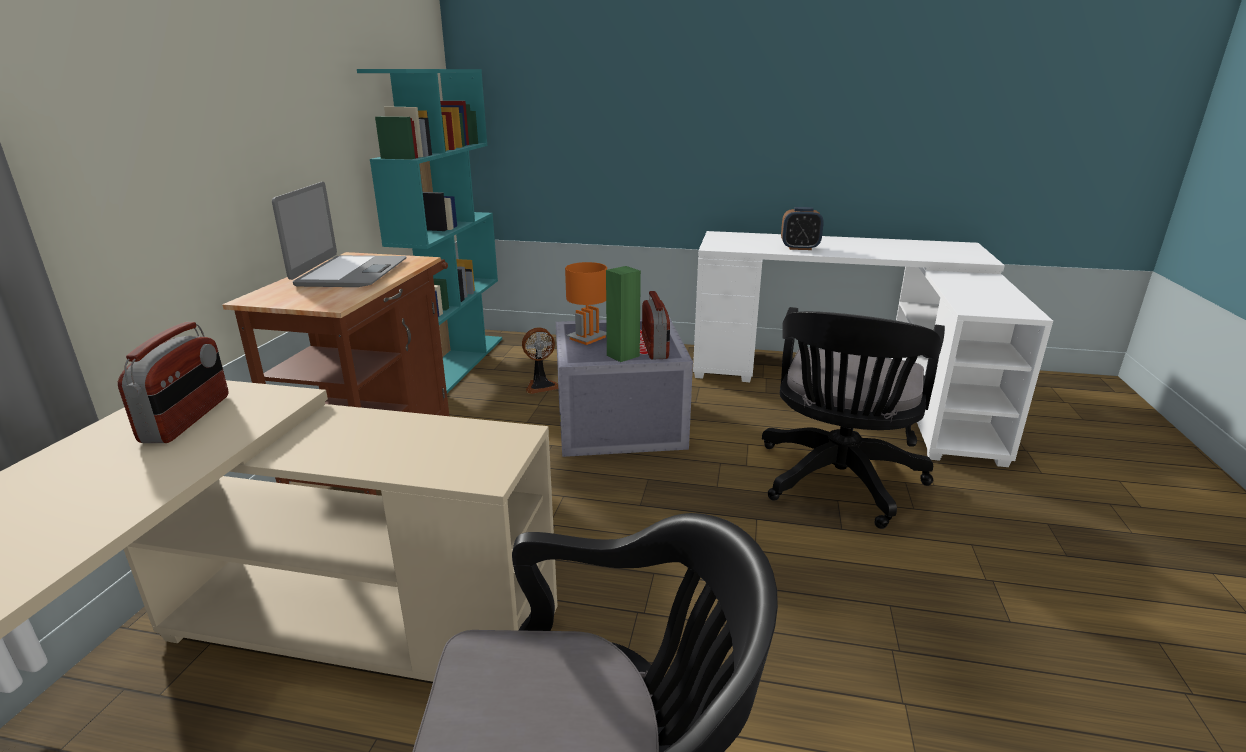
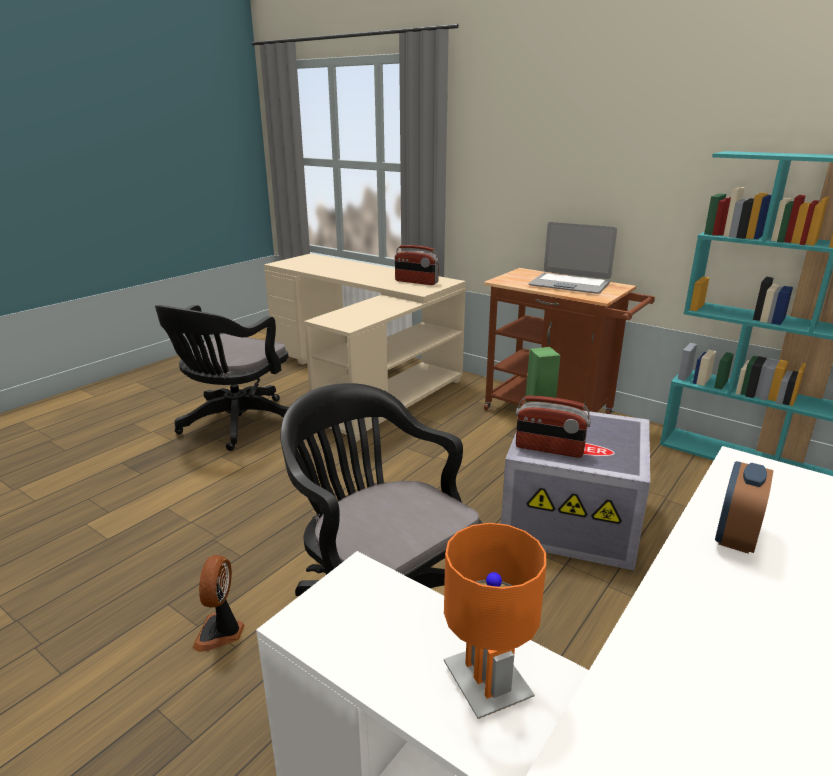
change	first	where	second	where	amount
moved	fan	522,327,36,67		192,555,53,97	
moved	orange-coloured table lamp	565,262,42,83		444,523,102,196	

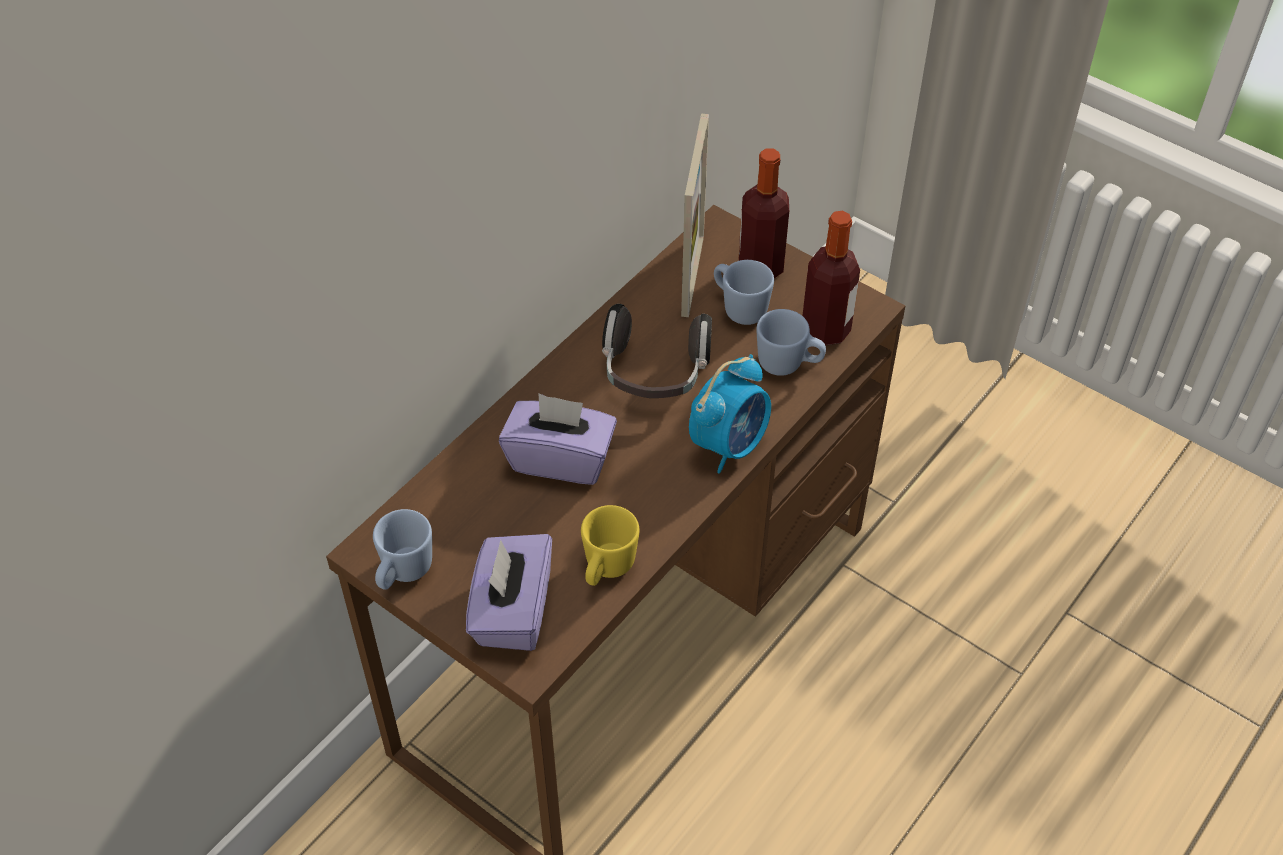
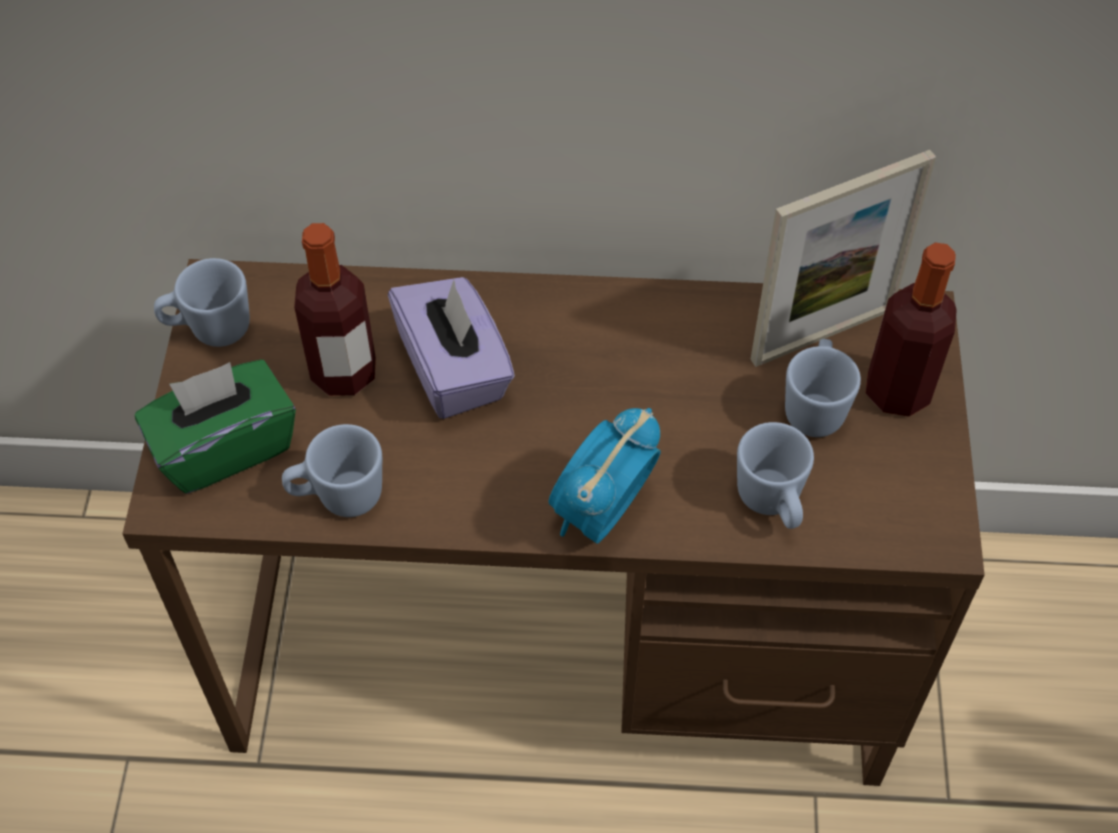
change	first	where	second	where	amount
recoloured	purple-coloured tissue box	466,534,86,117	greenish tissue box	135,360,161,133	
recoloured	yellowish mug	581,505,59,81	blue-coloured mug	282,424,100,93	
removed	pair of headphones	602,304,110,94			
turned	table clock	689,354,82,120		549,408,112,136	120 degrees clockwise
moved	drink bottle	802,211,58,135		294,223,82,173	

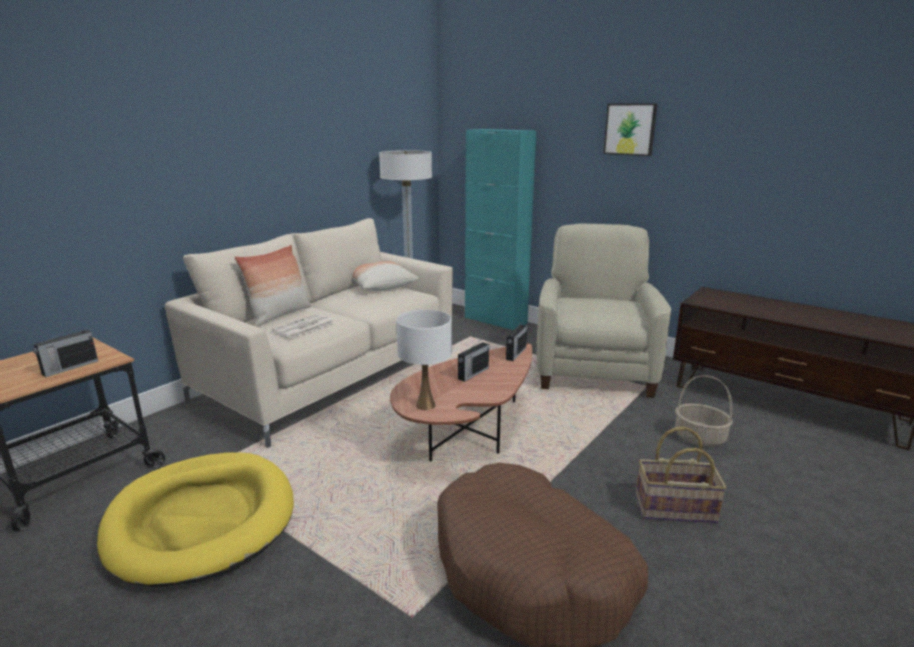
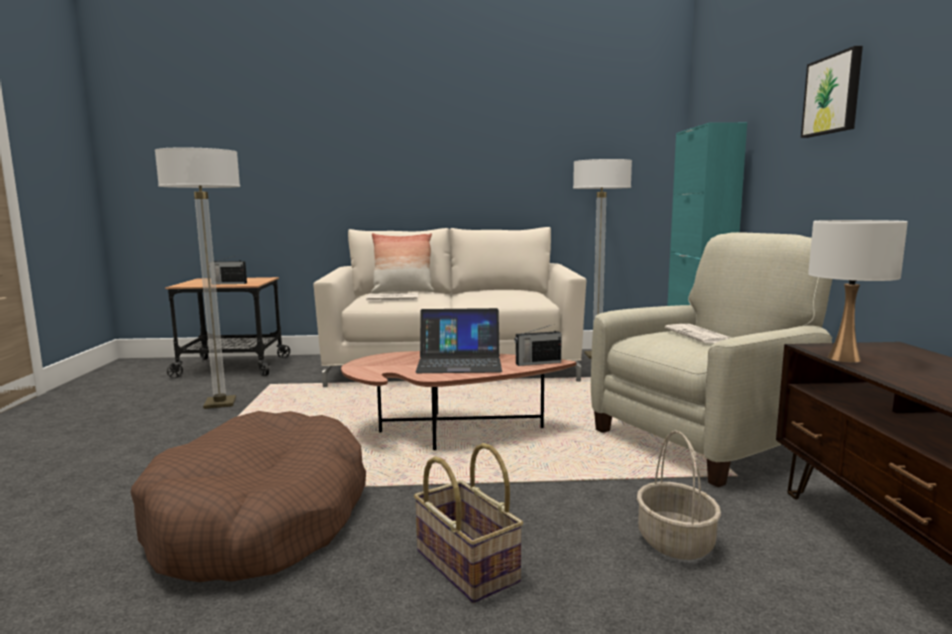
change	first	where	second	where	amount
replaced	yellowish dog cushion	97,452,197,135	standard lamp	155,147,85,262	
removed	cushion	353,261,66,30			
moved	white-coloured table lamp	396,310,56,100		808,220,100,143	
replaced	radio set	458,341,31,41	notebook computer	415,308,87,65	
added			newspaper	665,324,66,19	

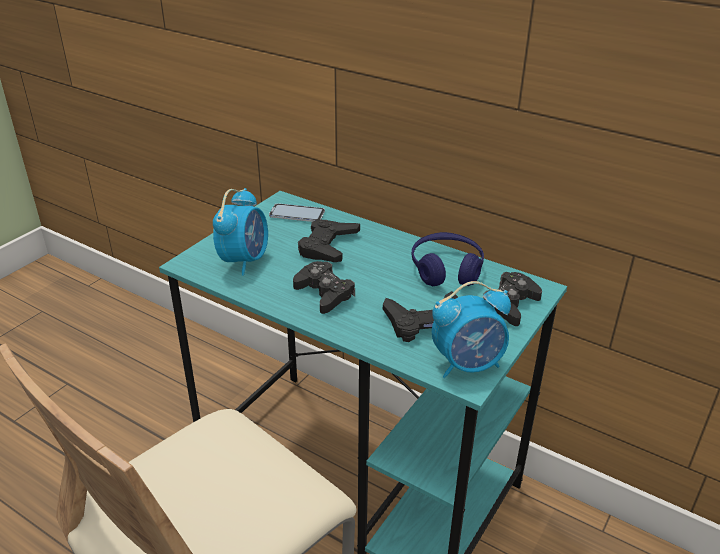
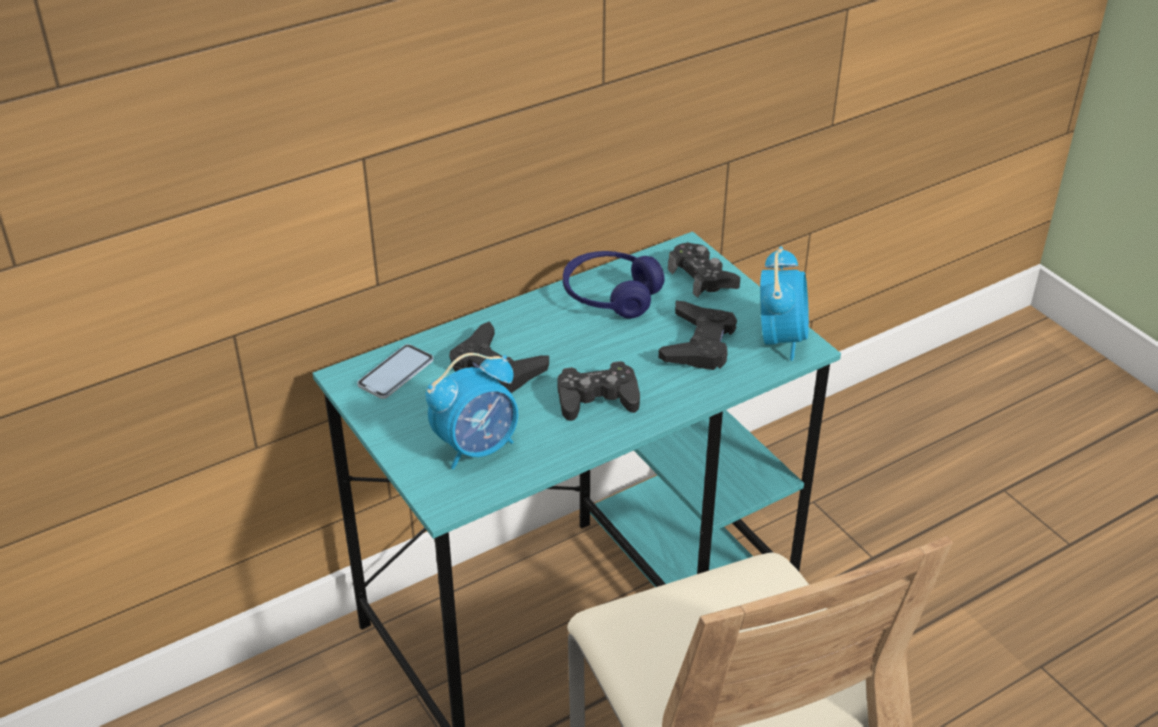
change	first	where	second	where	amount
turned	table clock	213,188,55,88		426,353,92,116	105 degrees clockwise

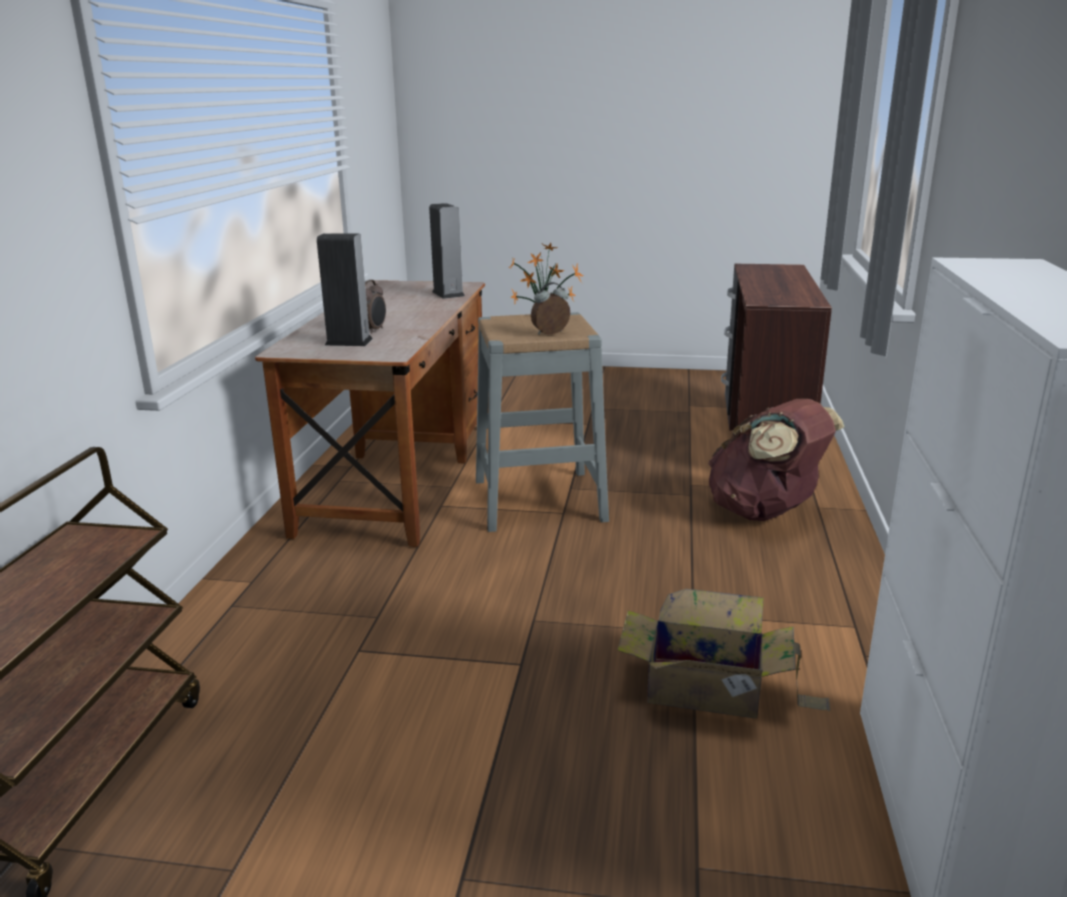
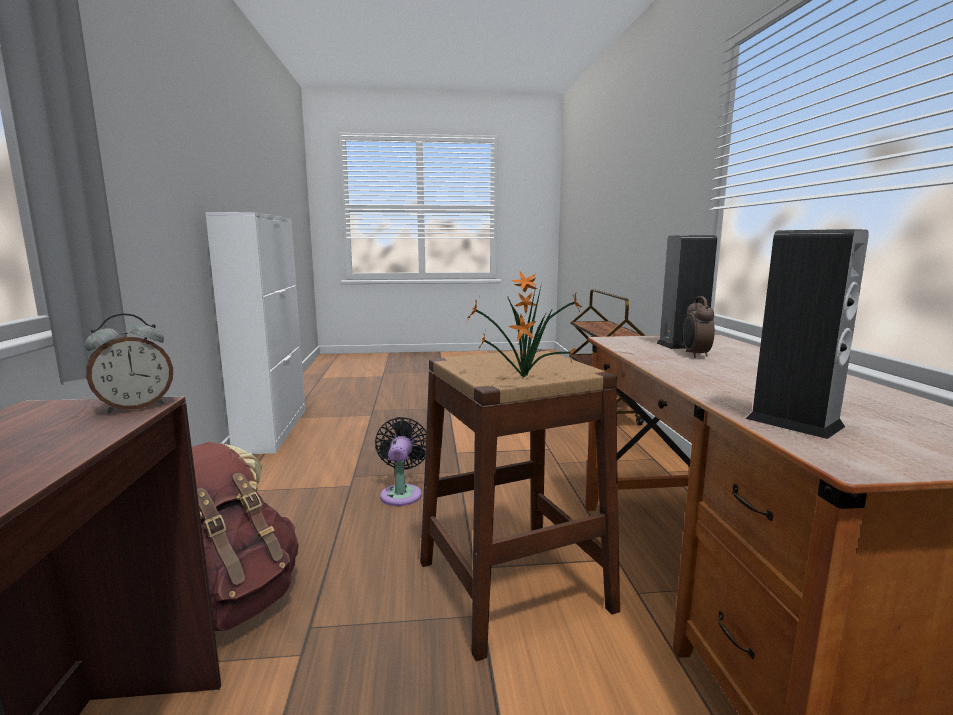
change	first	where	second	where	amount
recoloured	grey sitting stool	476,312,133,220	brown sitting stool	420,349,200,312	
moved	table clock	531,282,39,52		85,314,88,99	
removed	cardboard box	617,589,213,130			
added			black-coloured fan	375,417,51,89	

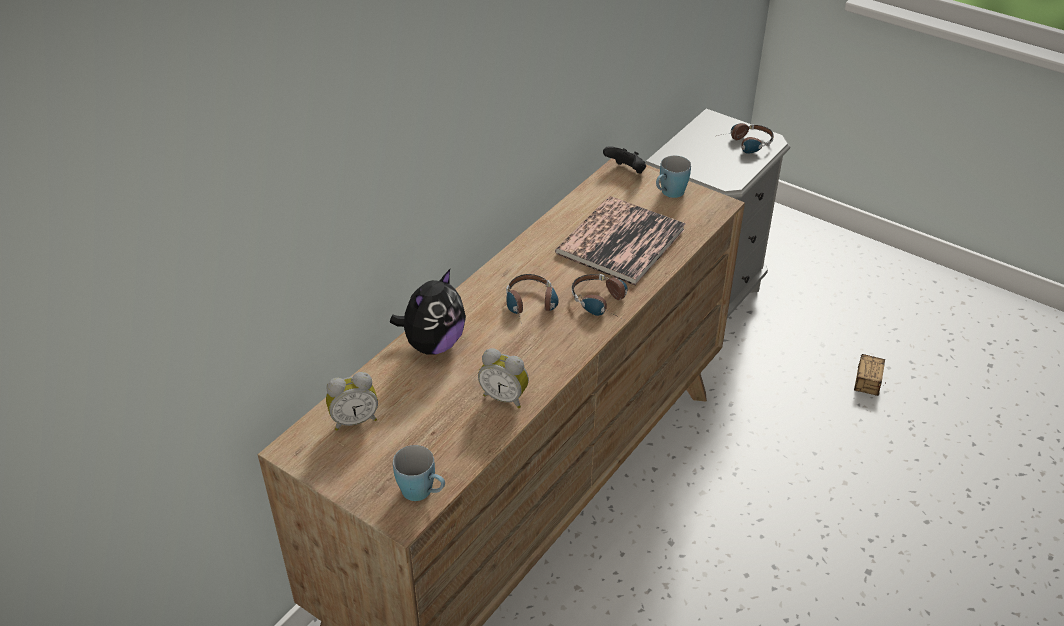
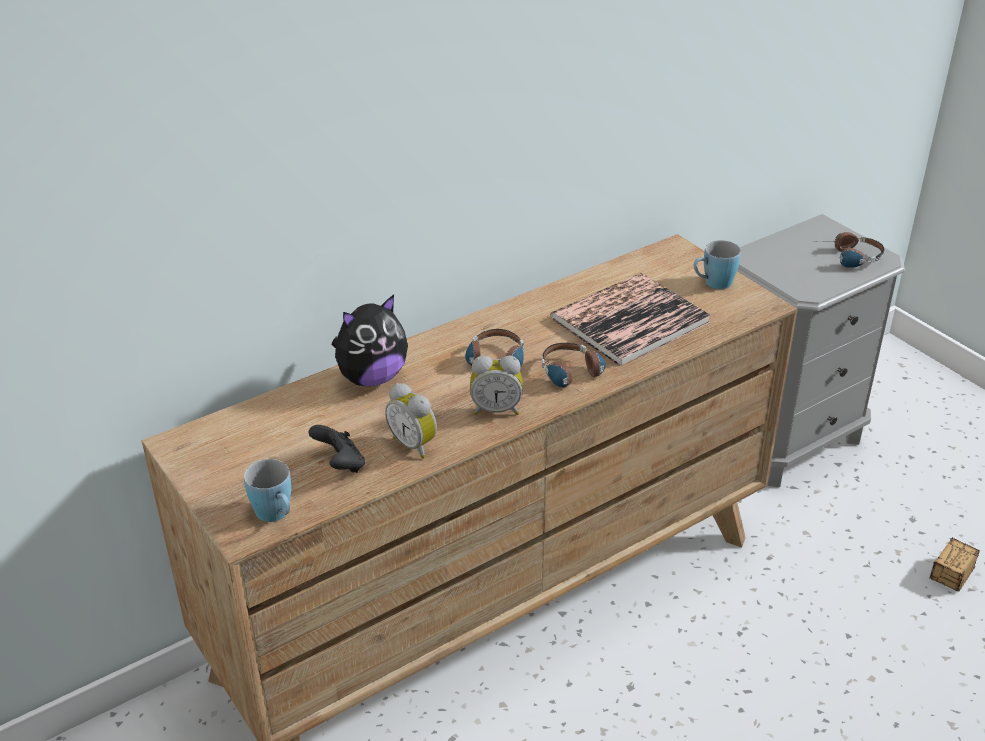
change	first	where	second	where	amount
moved	table clock	326,372,52,59		470,356,53,59	
moved	black-coloured gamepad	603,146,43,27		308,425,57,48	

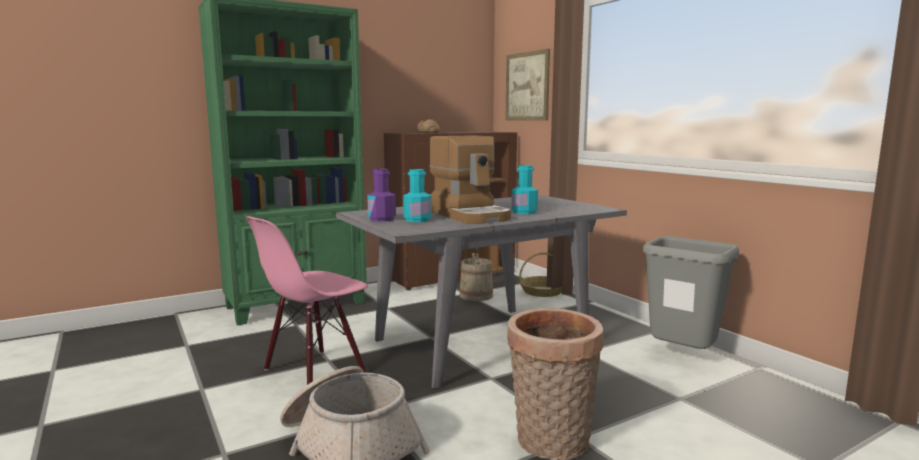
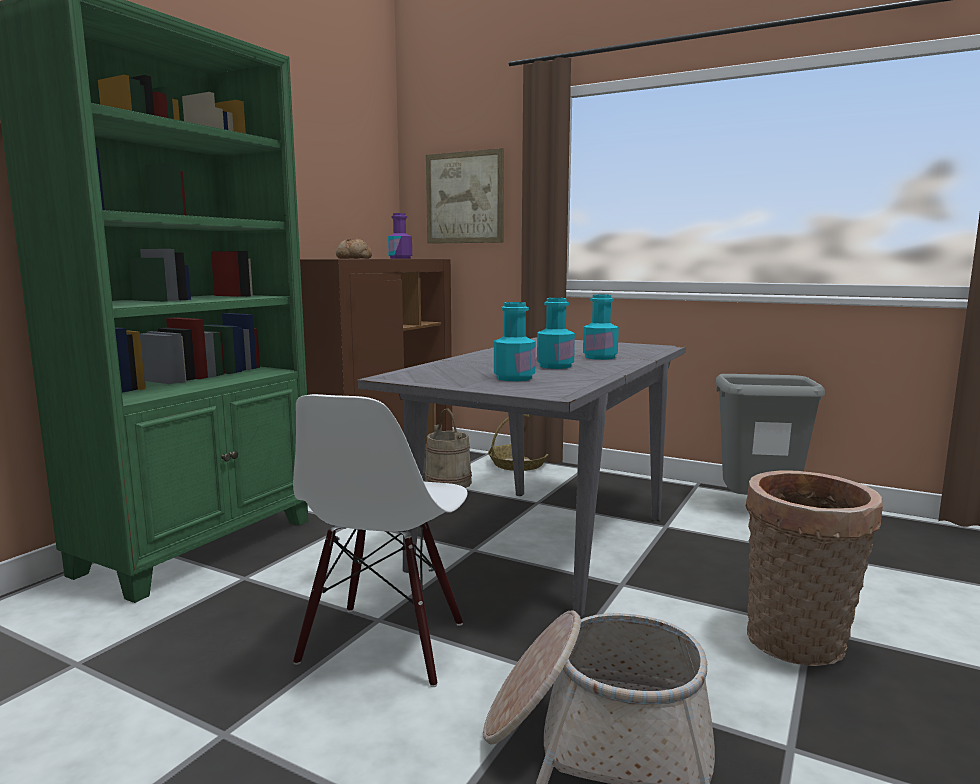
change	first	where	second	where	amount
recoloured	pinkish upright chair	246,216,122,169	white-coloured upright chair	293,394,175,293	
moved	purple-coloured drink bottle	367,169,29,53		388,213,24,46	
replaced	coffee maker	429,135,82,89	turquoise-coloured drink bottle	537,298,38,71	

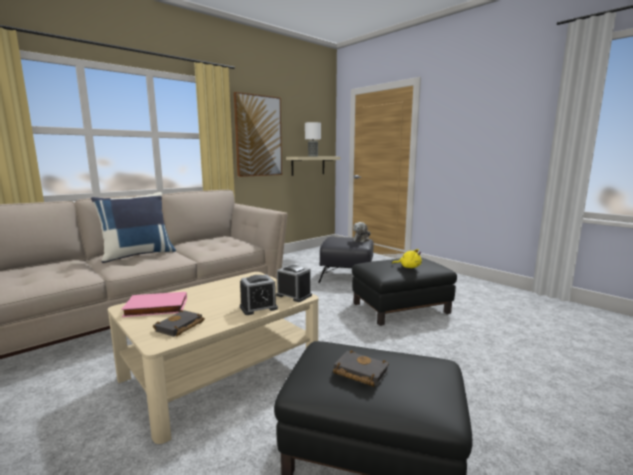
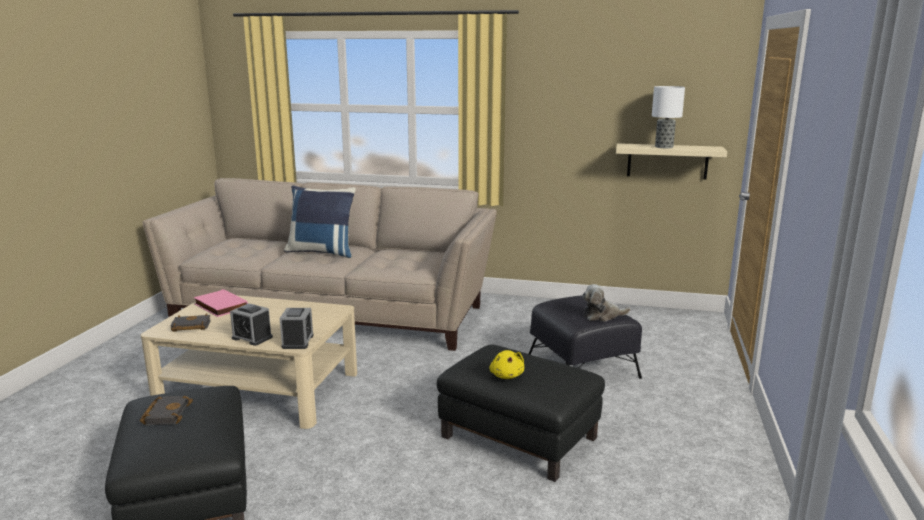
change	first	where	second	where	amount
removed	wall picture	234,92,48,85			

